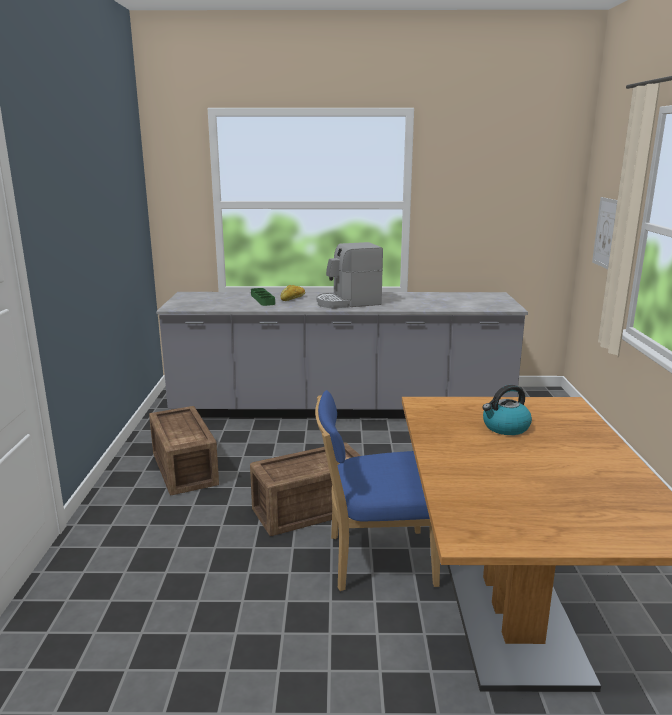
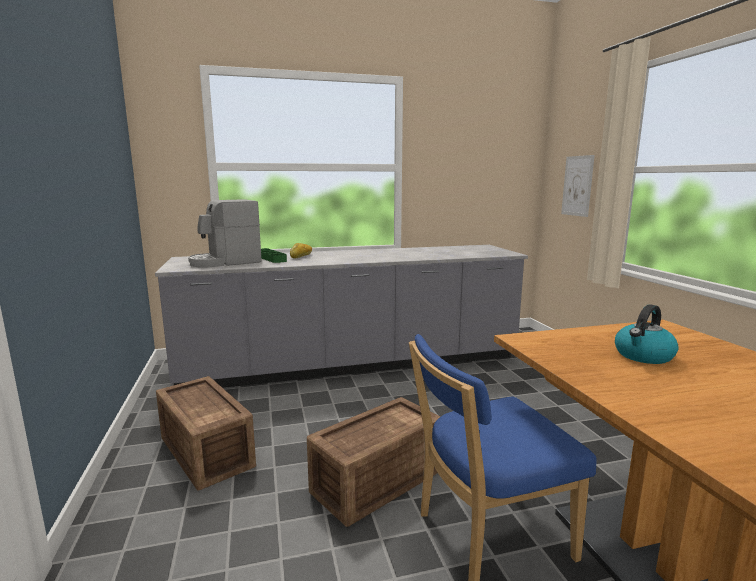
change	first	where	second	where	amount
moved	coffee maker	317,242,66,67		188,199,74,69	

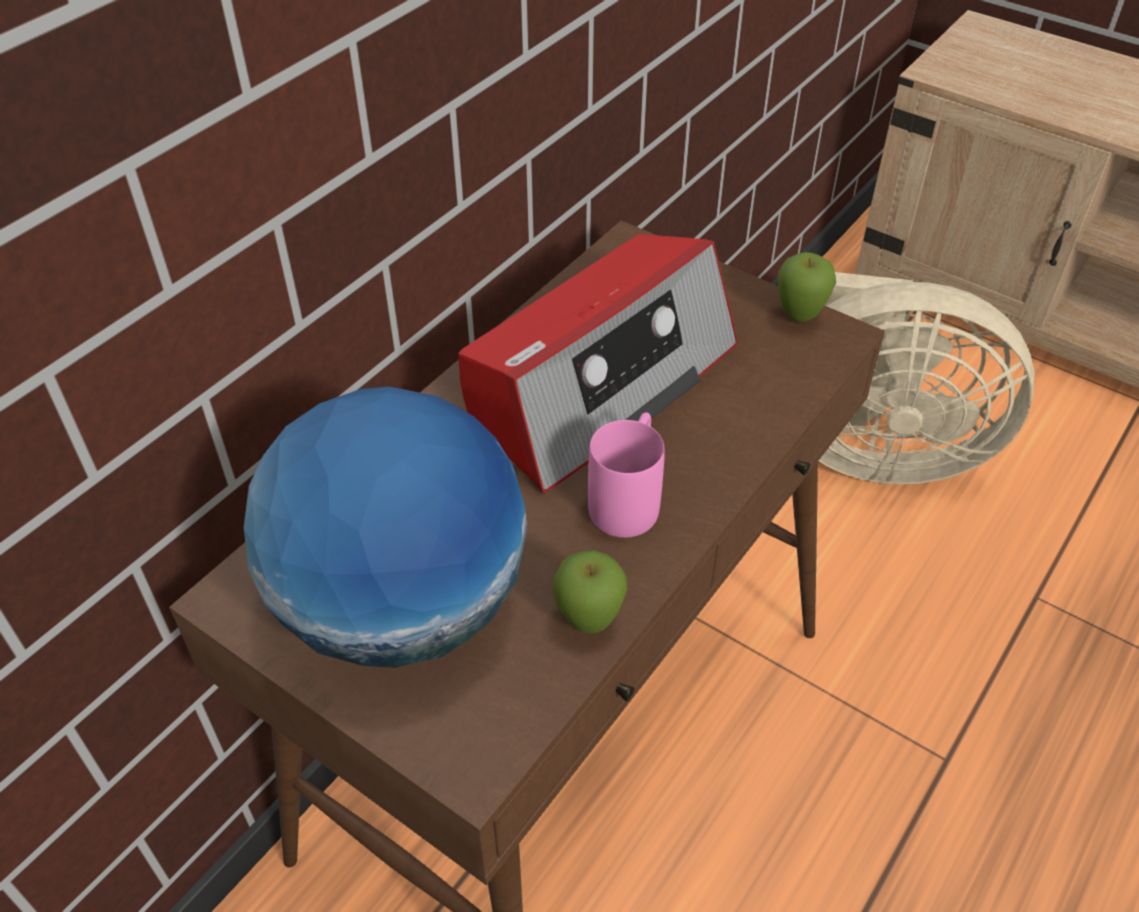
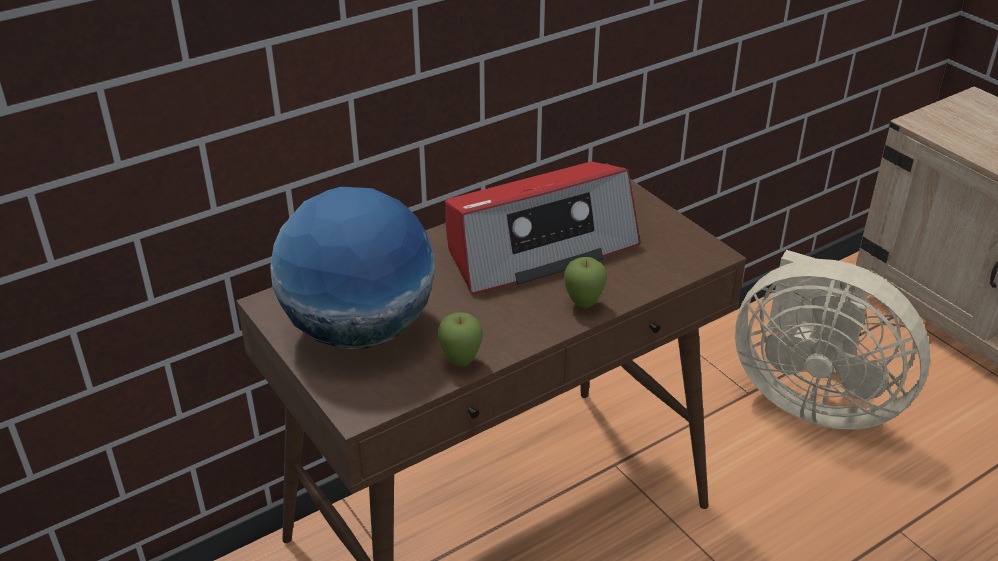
change	first	where	second	where	amount
removed	pinkish mug	588,412,77,126			
moved	whole apple	778,252,58,70		564,257,43,52	

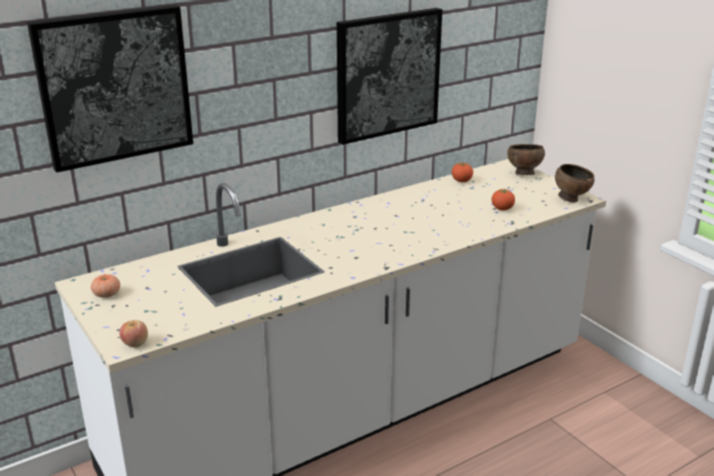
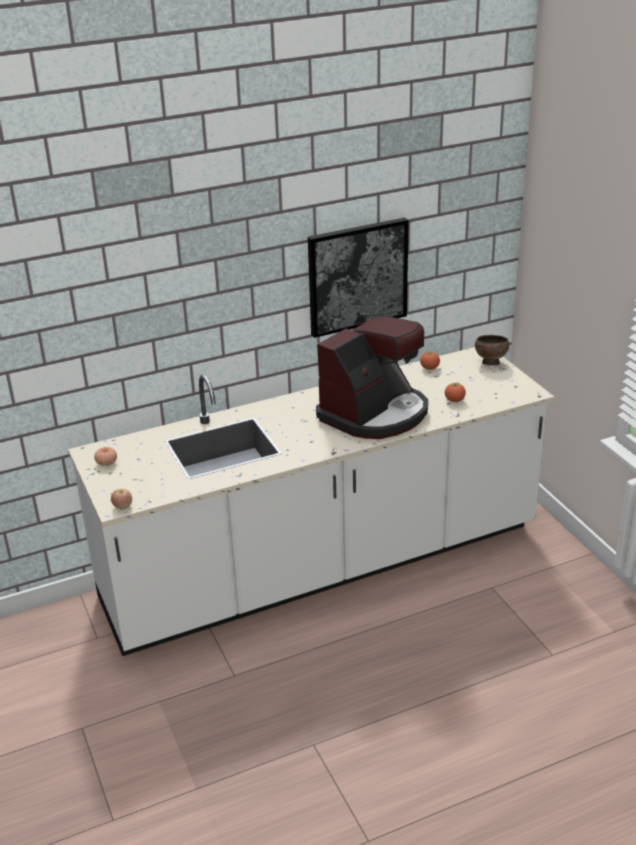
change	first	where	second	where	amount
removed	wall picture	27,5,166,167			
removed	brown bowl	555,164,39,38			
added			coffee maker	316,317,112,122	

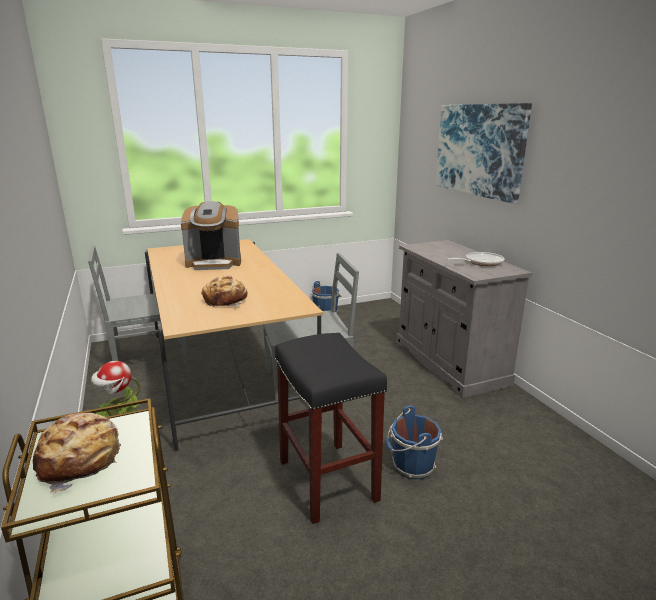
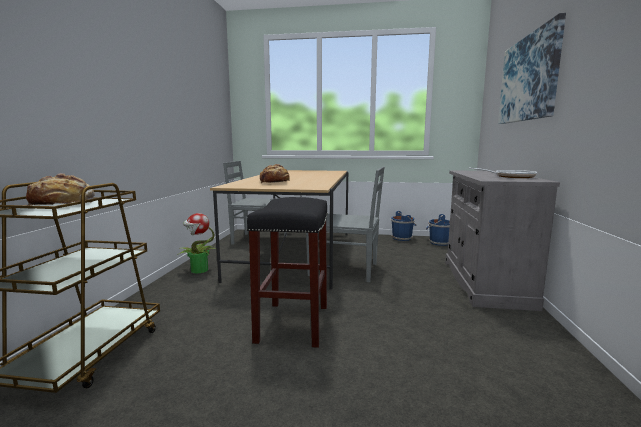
change	first	where	second	where	amount
removed	coffee maker	181,201,60,69			
moved	blue-coloured pail	386,405,57,75		426,214,24,32	

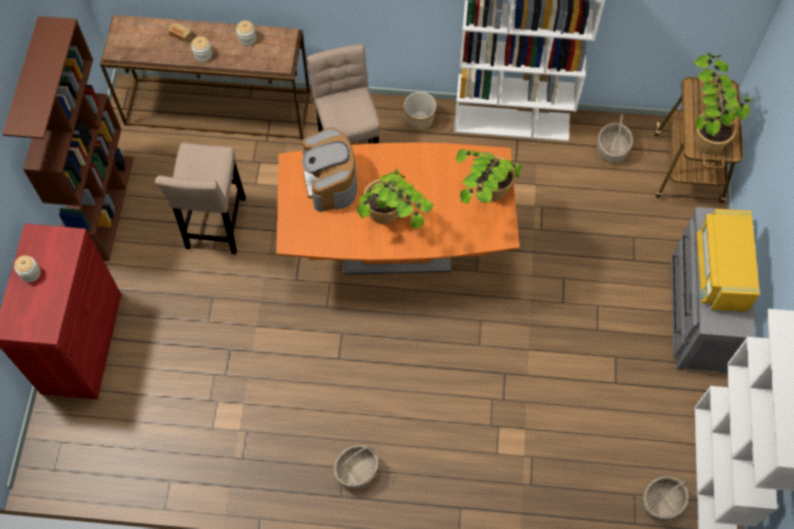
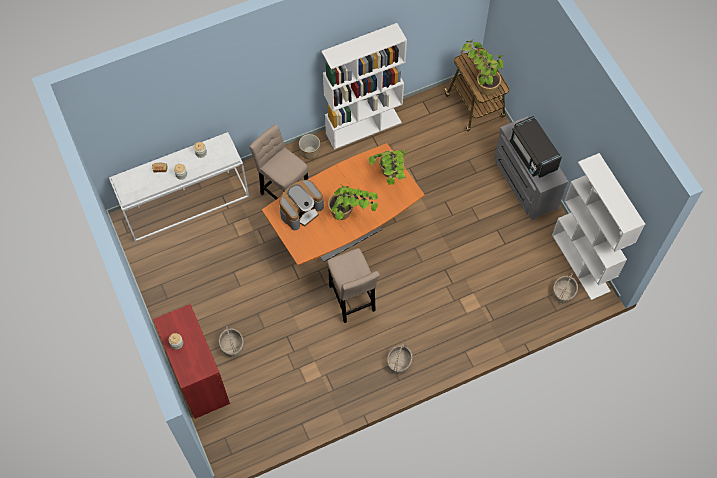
change	first	where	second	where	amount
removed	brown bookcase	2,16,131,245			
recoloured	brown console table	100,15,210,125	white-coloured console table	109,132,140,110	
moved	beige sitting stool	155,143,91,111		327,248,53,75	
turned	coffee maker	302,128,55,84		279,180,45,50	90 degrees counterclockwise
moved	household basket	597,114,36,49		219,326,25,31	
recoloured	yellowish kitchen microwave	697,209,63,104	black-coloured kitchen microwave	510,116,52,62	

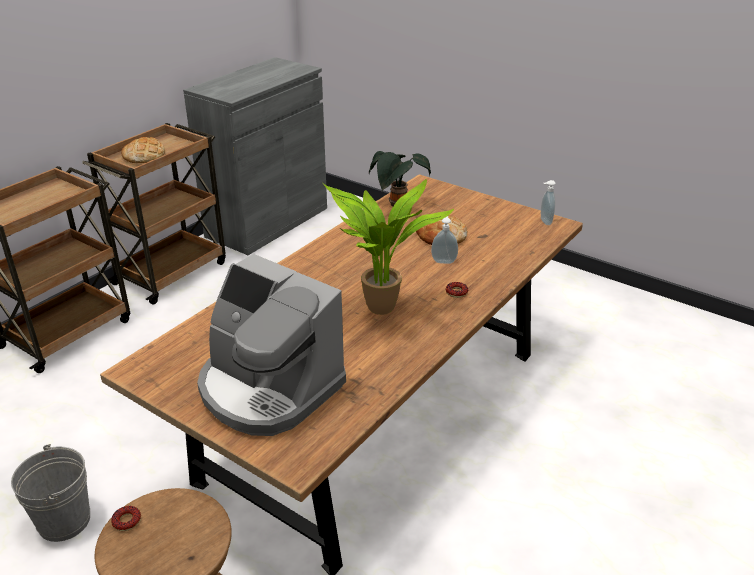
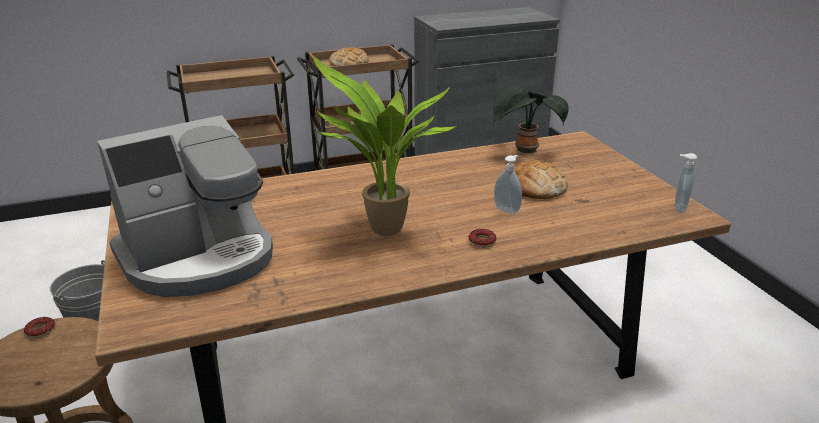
change	first	where	second	where	amount
turned	coffee maker	197,254,149,182		97,115,176,182	105 degrees counterclockwise

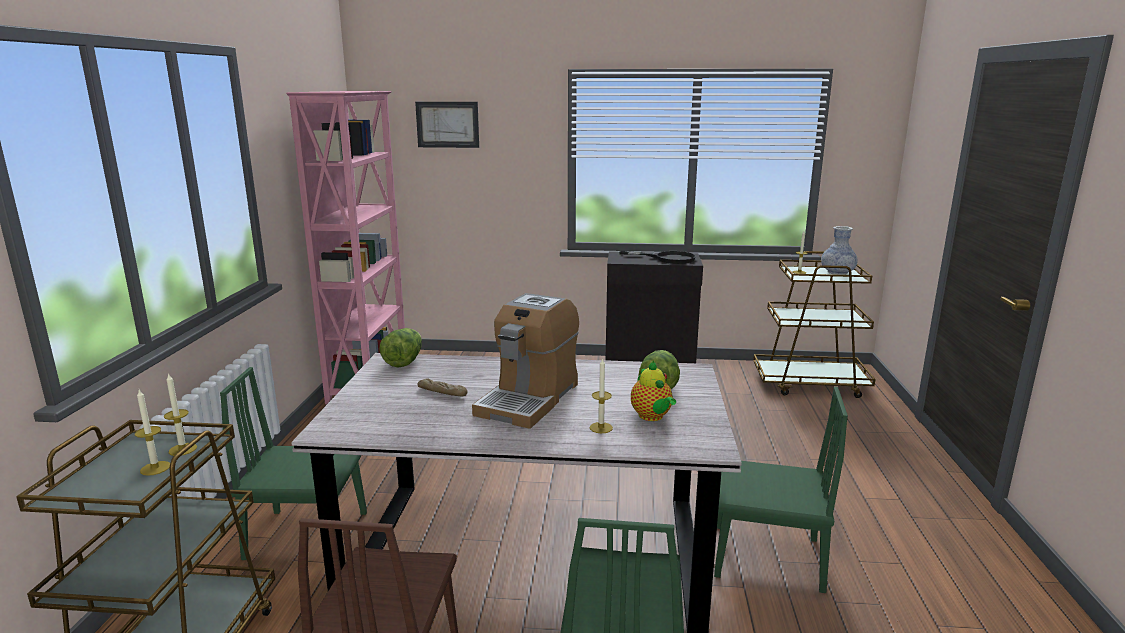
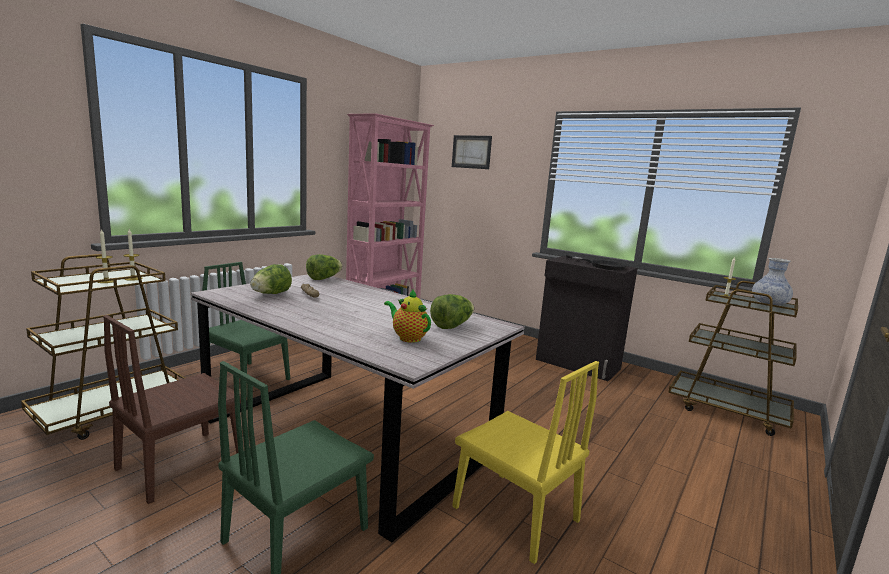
change	first	where	second	where	amount
removed	coffee maker	472,293,107,136			
removed	wax light	590,358,23,75			
turned	pot for tea	631,361,45,60		384,289,47,54	120 degrees clockwise
recoloured	greenish upright chair	714,387,134,206	yellowish upright chair	452,361,147,203	
added			lettuce head	250,264,42,30	

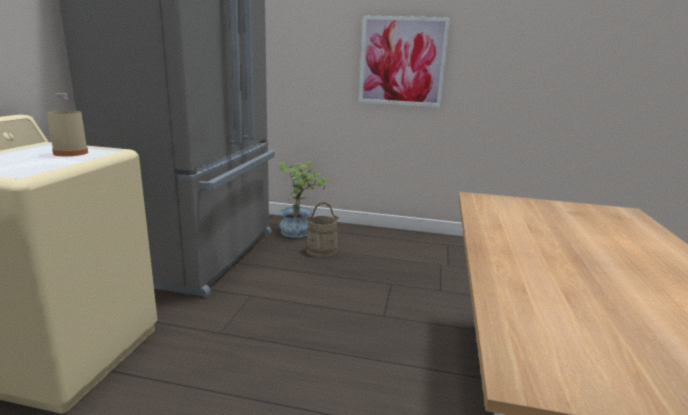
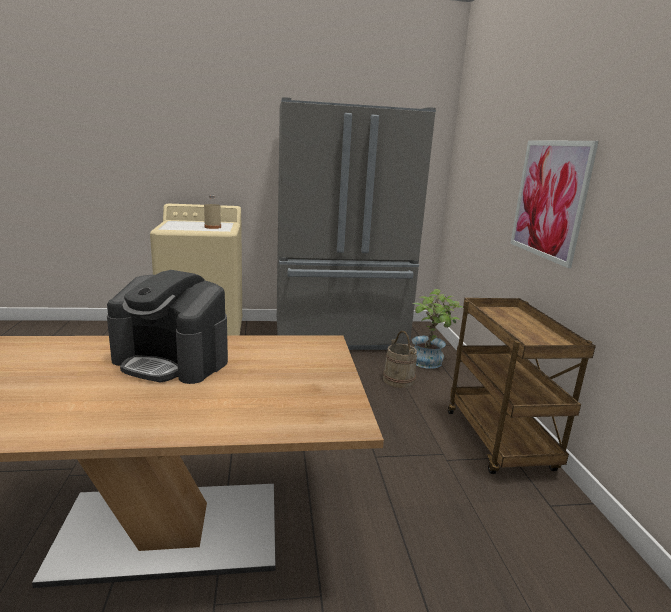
change	first	where	second	where	amount
added			coffee maker	107,270,121,114	
added			brown cart	448,298,148,176	

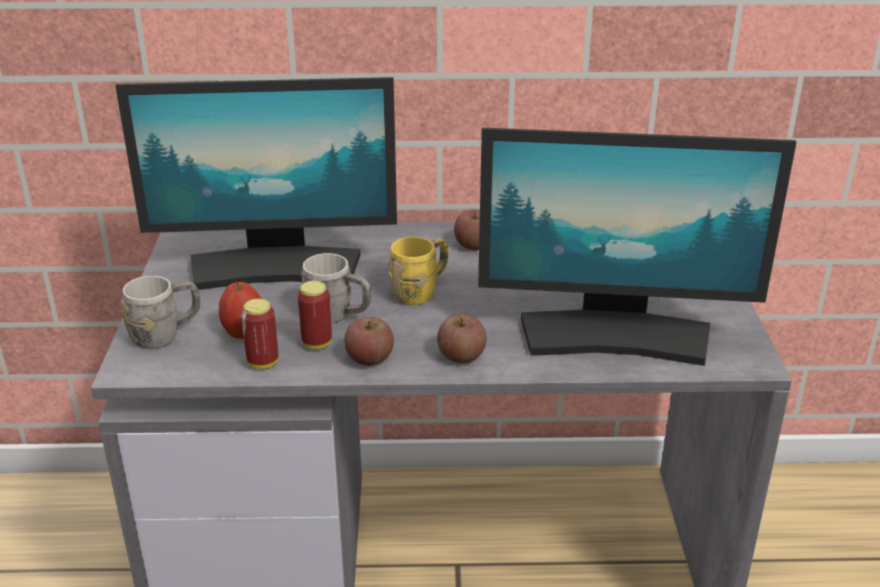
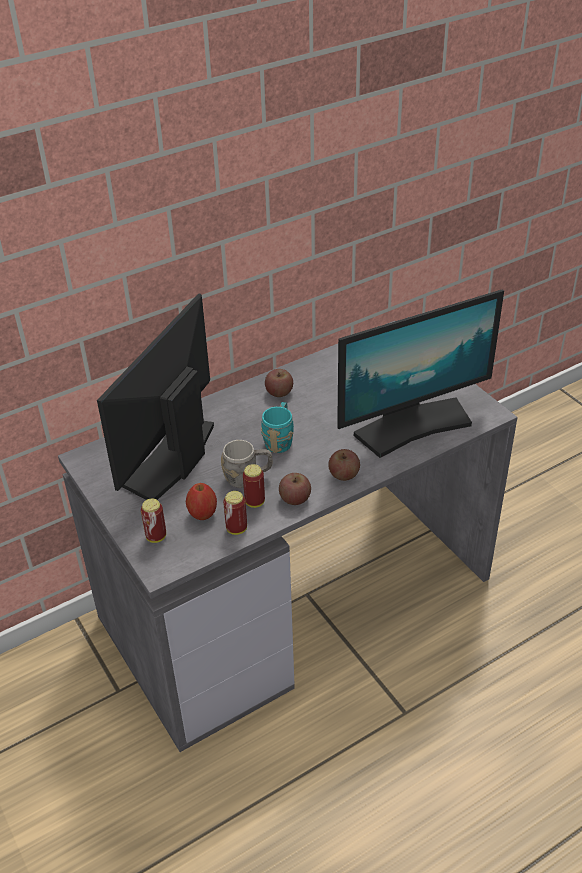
change	first	where	second	where	amount
turned	computer screen	115,77,282,213		97,293,117,207	150 degrees clockwise
replaced	grey mug	121,276,79,73	can	141,498,25,45	
recoloured	yellowish mug	389,237,59,68	turquoise-coloured mug	261,402,33,51	

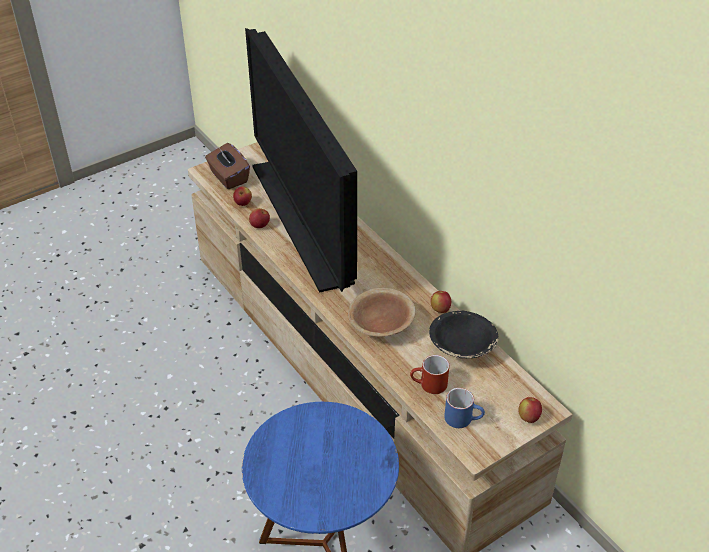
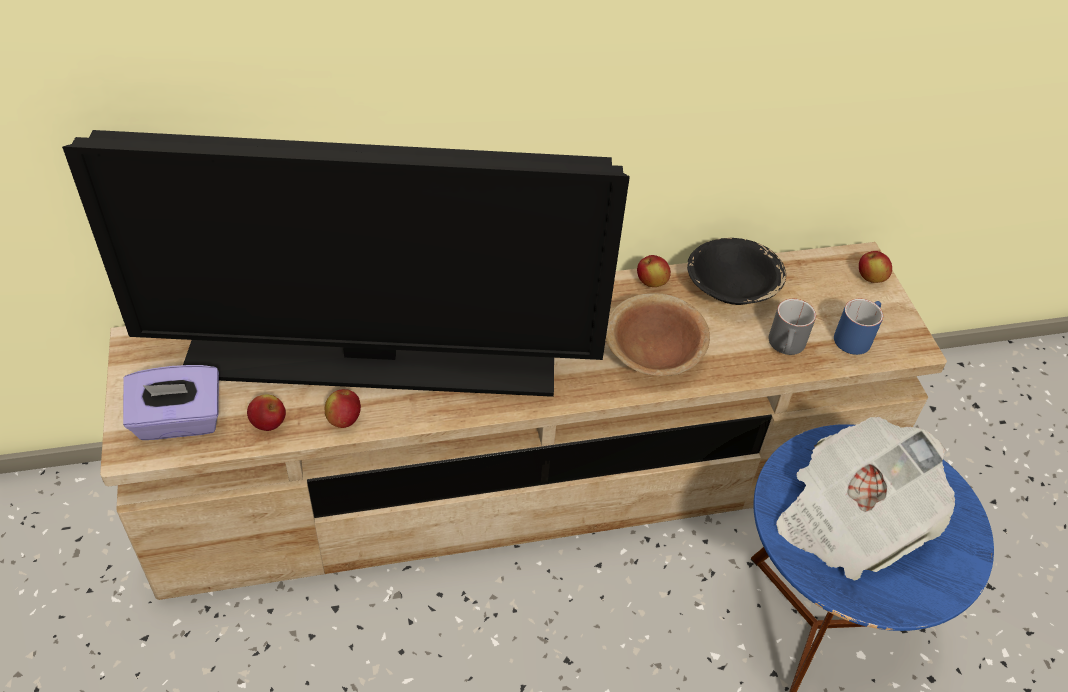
change	first	where	second	where	amount
recoloured	brown tissue box	205,143,45,46	purple-coloured tissue box	123,365,96,75	
recoloured	red-coloured mug	410,355,39,39	grey mug	769,299,47,56	
added			newspaper	776,417,179,164	

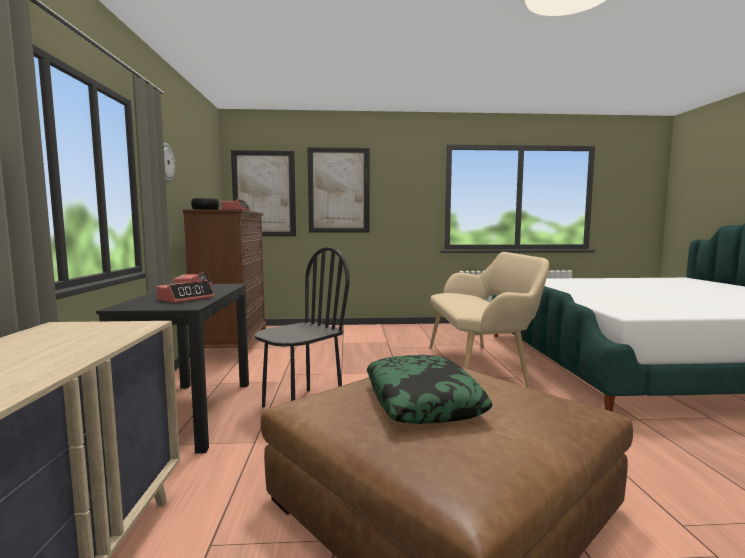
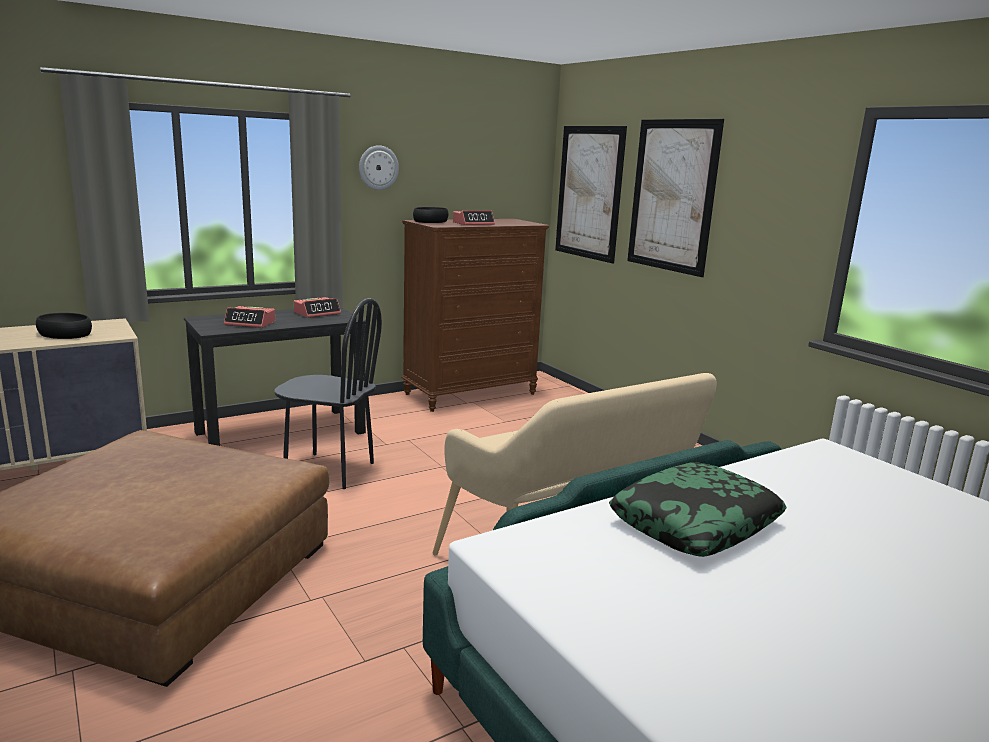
change	first	where	second	where	amount
moved	cushion	367,355,126,69		609,463,178,94	
added			black-coloured bowl	36,313,56,26	

